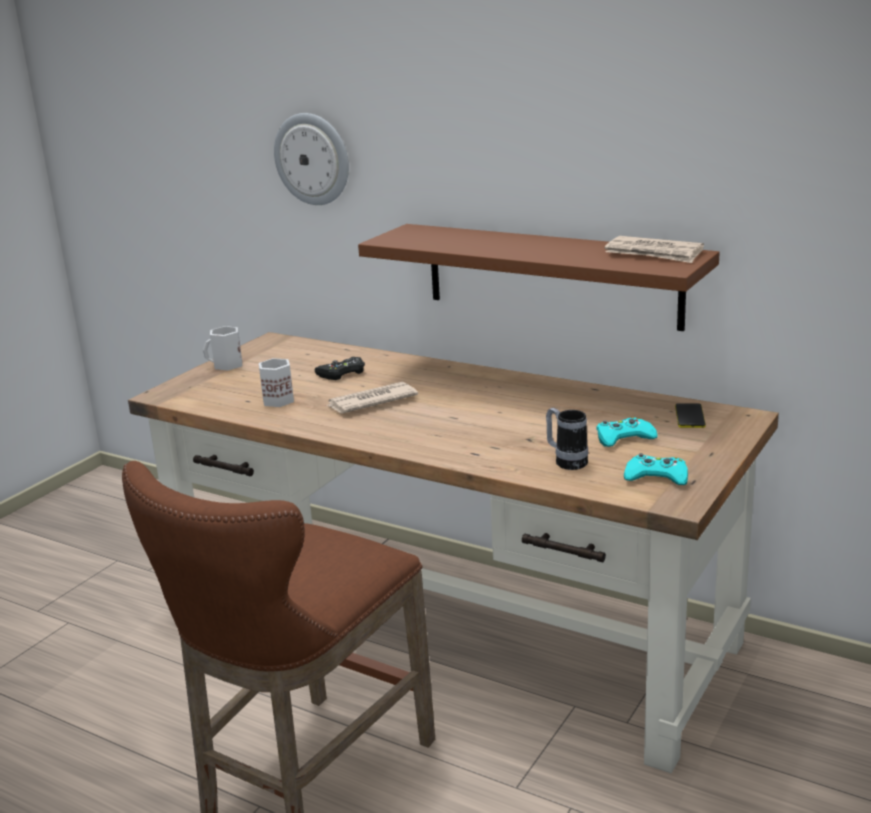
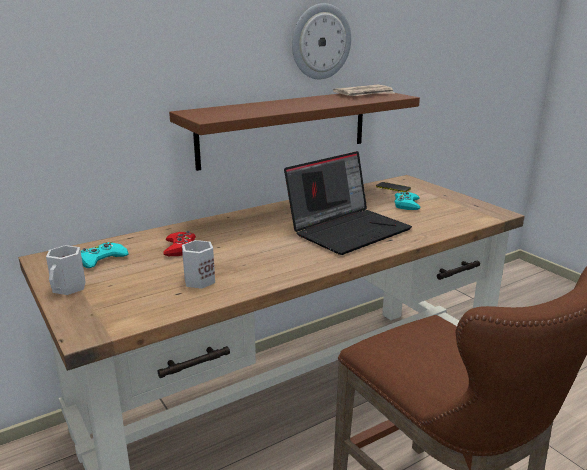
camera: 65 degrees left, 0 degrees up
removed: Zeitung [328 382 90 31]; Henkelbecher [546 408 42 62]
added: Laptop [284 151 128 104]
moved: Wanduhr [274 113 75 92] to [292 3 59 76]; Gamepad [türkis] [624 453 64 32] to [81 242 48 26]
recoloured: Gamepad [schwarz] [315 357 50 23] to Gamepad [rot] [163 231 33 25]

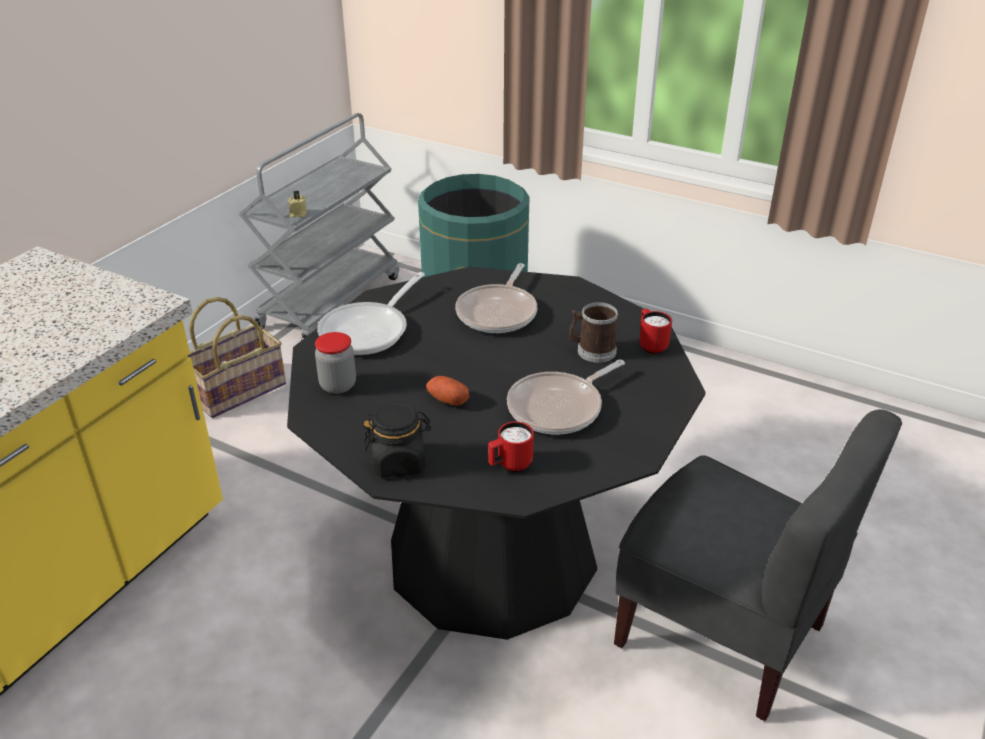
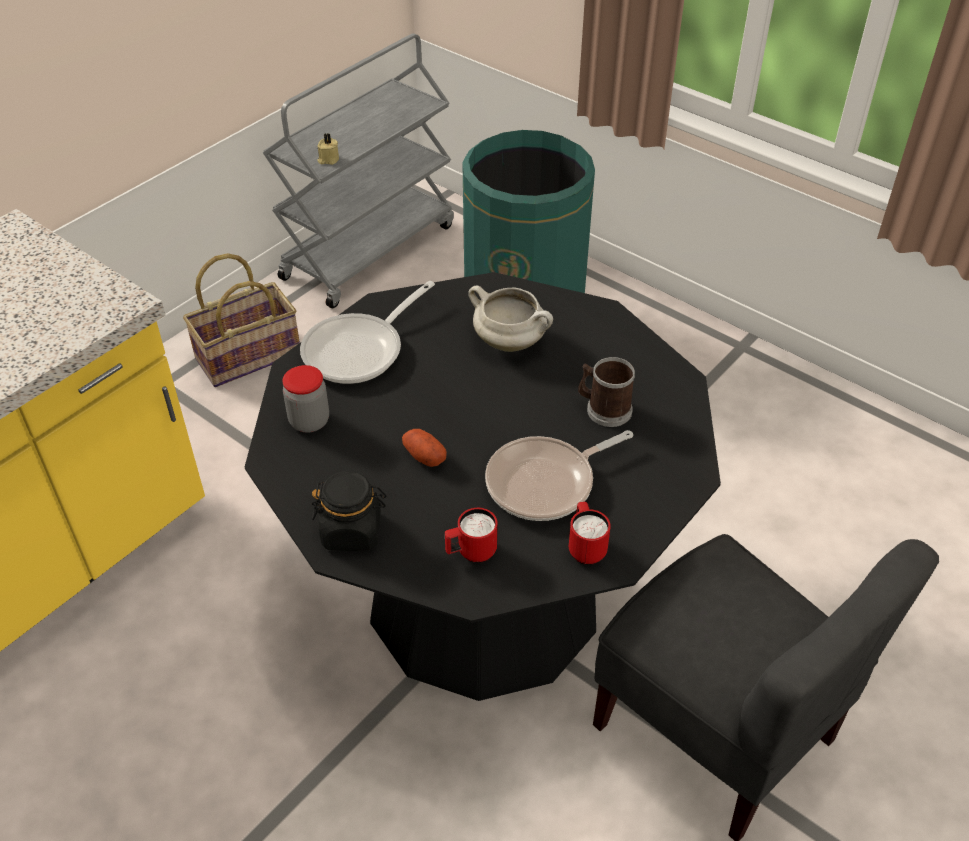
camera: 10 degrees right, 10 degrees up
moved: Henkelbecher [rot] [639 309 33 45] to [569 502 42 63]
replaced: Pfanne [455 263 82 70] to Kochtopf [weiß] [468 285 85 67]

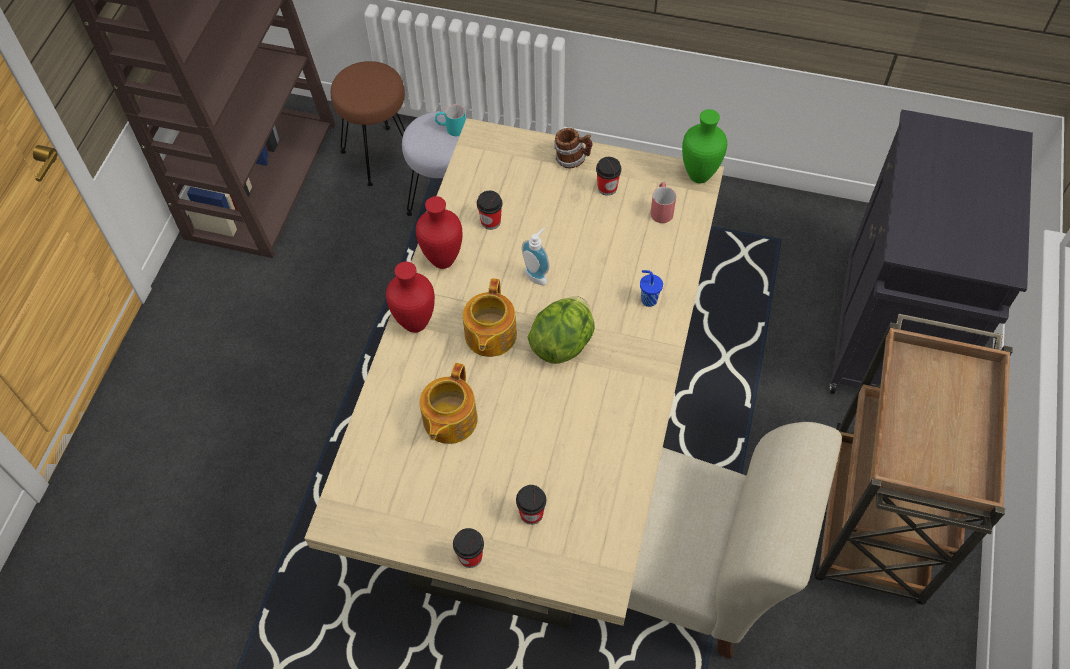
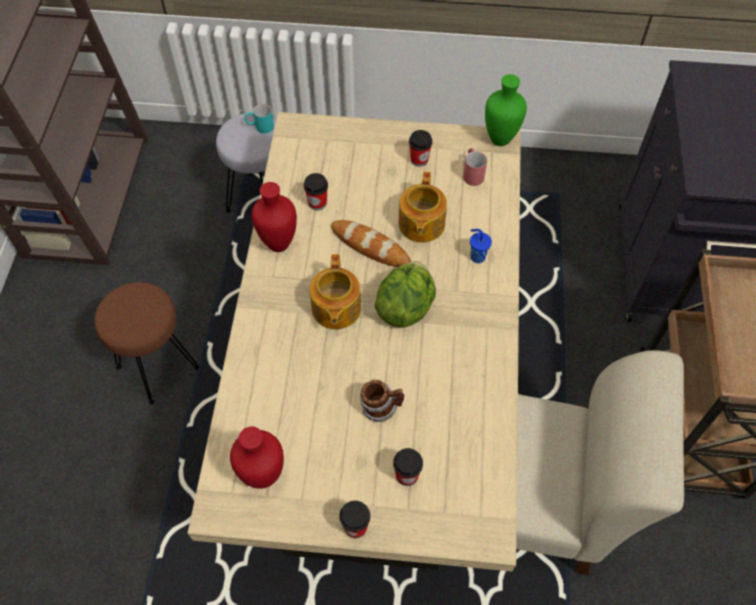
camera: 10 degrees left, 0 degrees up
moved: Hocker [braun] [331 61 74 125] to [94 282 105 123]; Vase [rot] [386 262 49 71] to [230 426 54 63]; Teekanne [420 363 58 81] to [399 172 48 71]; Henkelbecher [554 128 38 40] to [360 380 44 42]
replaced: Seifenspender [522 228 28 57] to Brot [331 220 80 47]

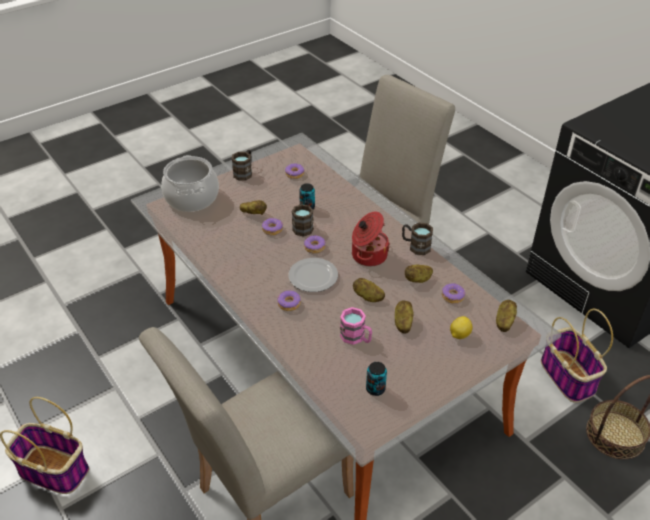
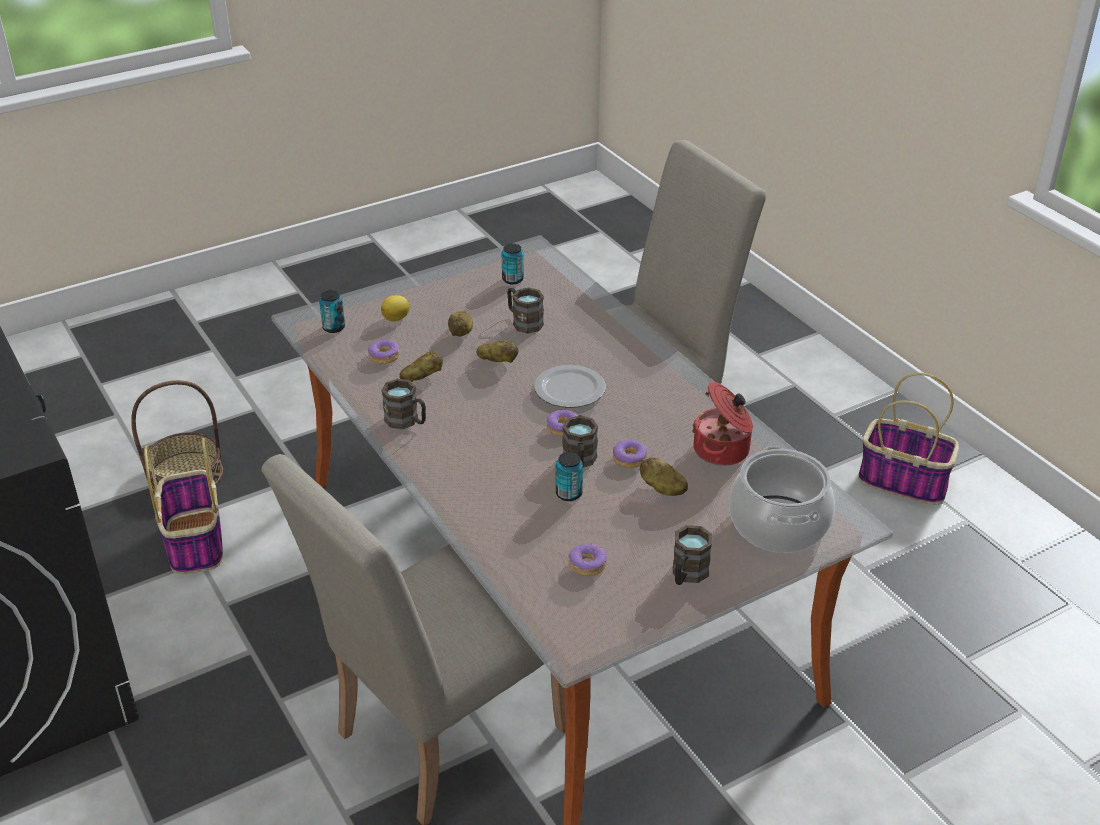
camera: 175 degrees left, 5 degrees down
removed: Donut [277 291 24 20]
moved: Kochtopf [352 212 38 54] to [692 382 61 84]
replaced: Kartoffel [496 300 21 32] to Dose [319 290 26 43]
recoloured: Henkelbecher [rosa] [340 307 32 38] to Henkelbecher [braun] [507 287 37 46]

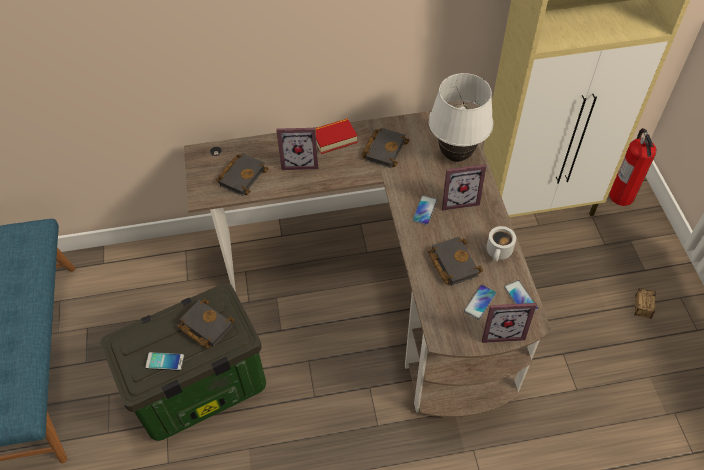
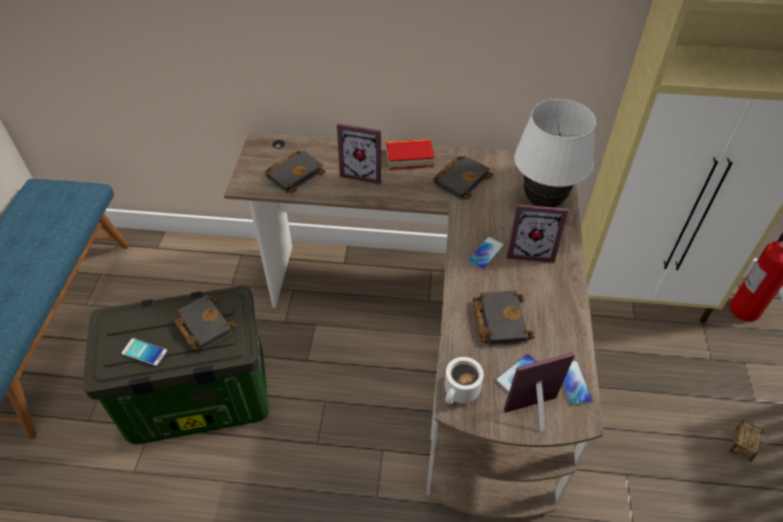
camera: 15 degrees right, 5 degrees down
moved: Henkelbecher [weiß] [487 226 29 36] to [444 357 40 47]
turned: Bilderrahmen [482 303 55 40] = [504 352 71 80] 150 degrees clockwise

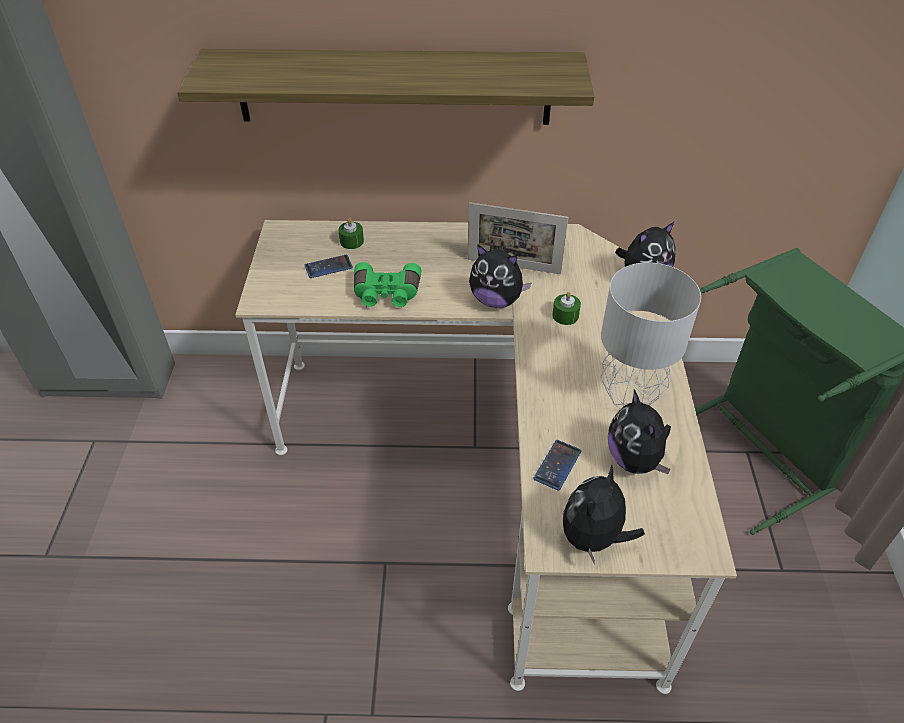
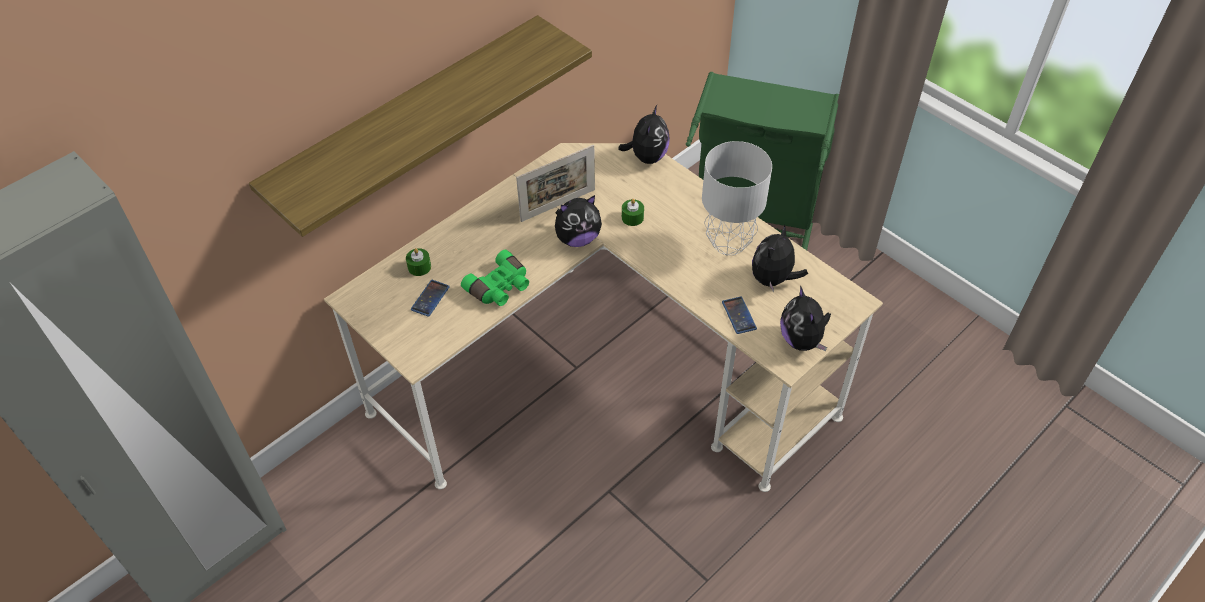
camera: 45 degrees left, 5 degrees up
turned: Plüschtier [608 389 63 85] = [752 225 56 68] 90 degrees clockwise

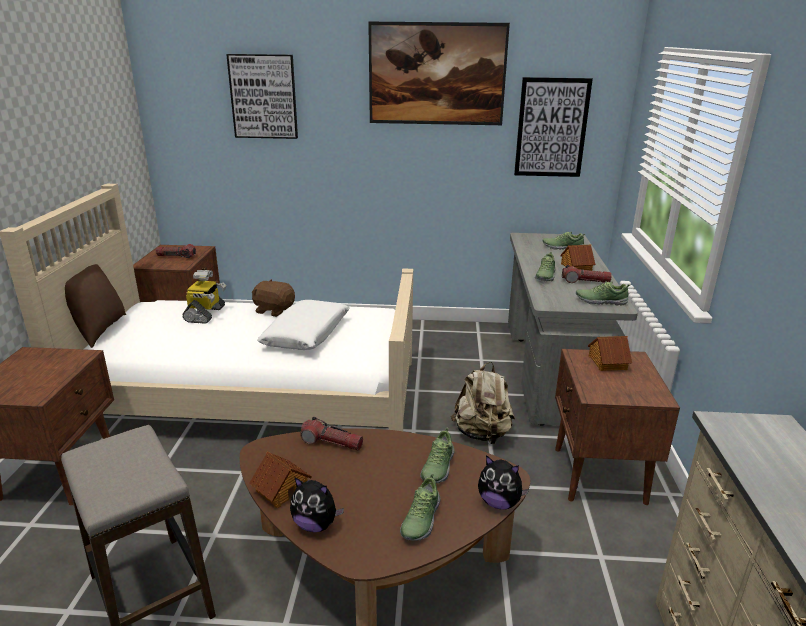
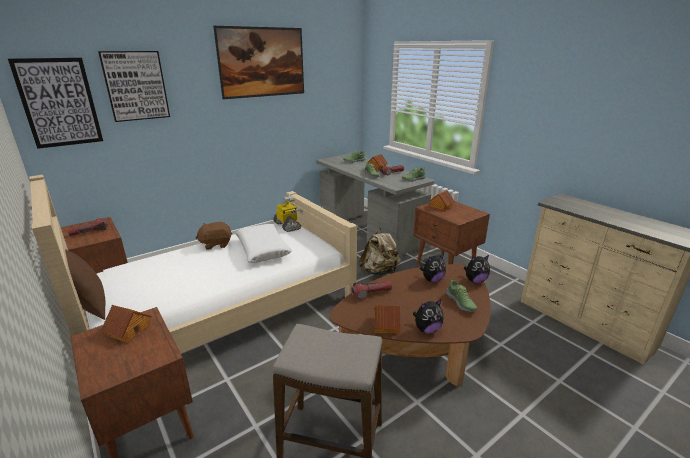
camera: 40 degrees left, 0 degrees up
added: Spielzeughaus [101 305 51 38]
moved: Spielzeugroboter [182 270 44 54] to [273 195 30 37]; Bild [514 77 79 100] to [8 58 95 91]
replaced: Schuh [420 428 35 55] to Plüschtier [420 253 26 29]

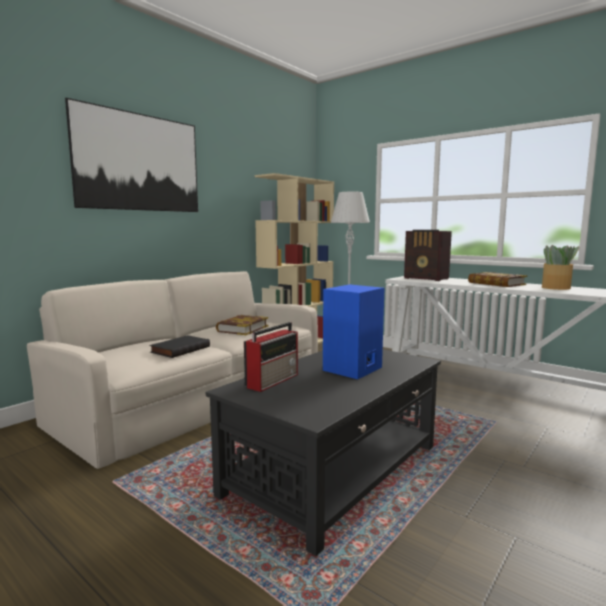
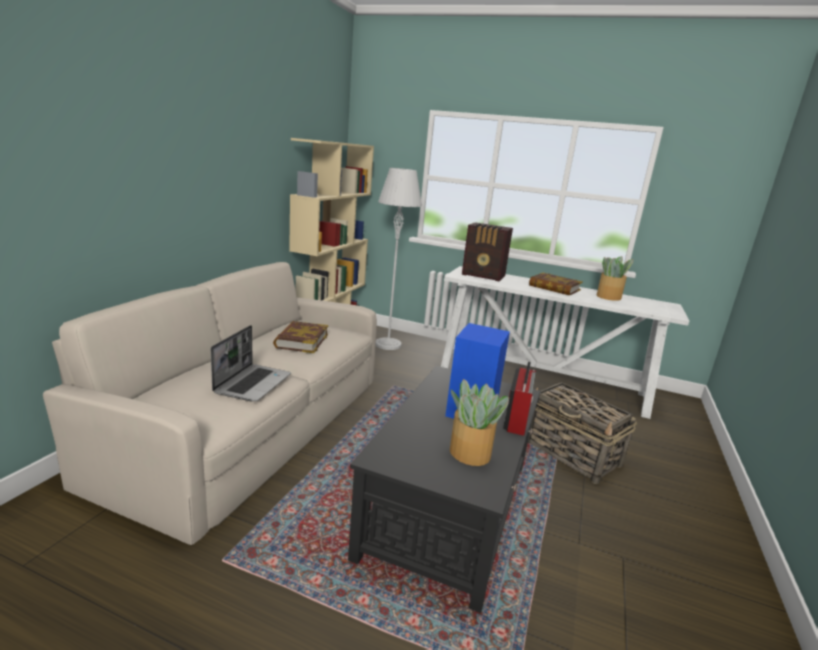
camera: 20 degrees left, 10 degrees up
removed: Bild [65 98 133 114]
added: Topfpflanze [450 379 59 87]; Korb [528 382 109 102]
moved: Radio [244 322 54 70] to [503 362 33 74]
replaced: Buch [schwarz] [149 335 61 23] to Laptop [210 325 81 77]

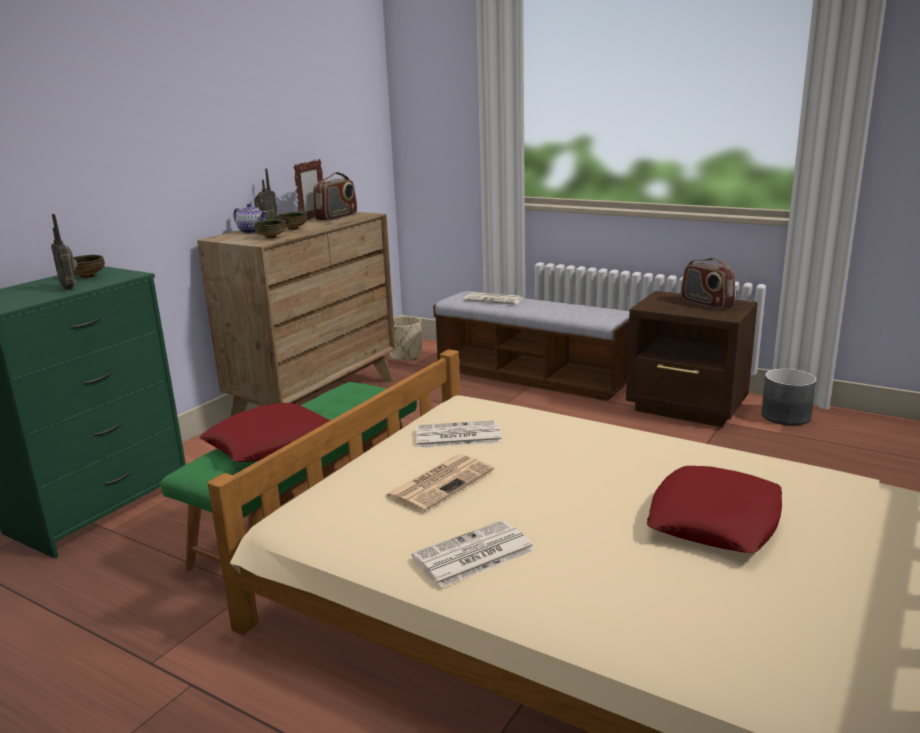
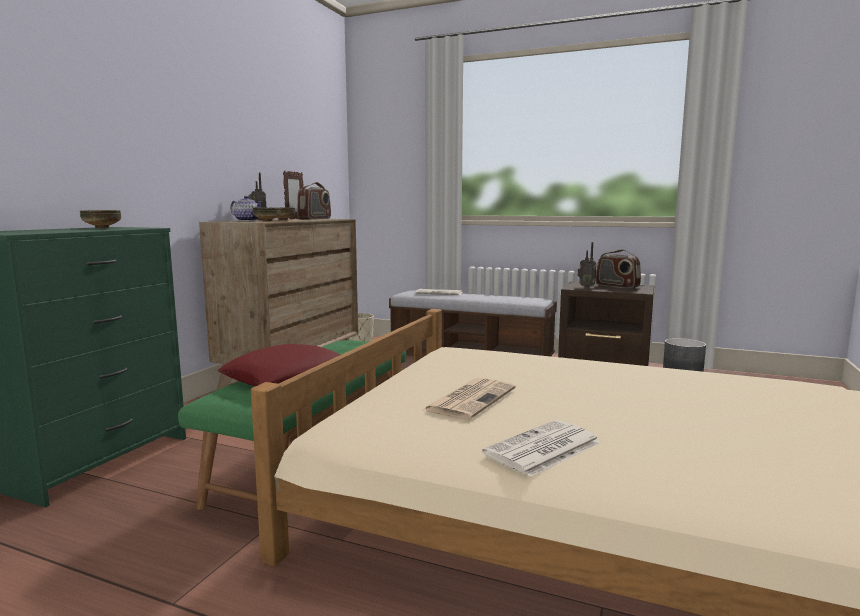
camera: 10 degrees left, 10 degrees down
removed: Zeitung [416 420 86 28]; Kissen [rot] [647 466 135 87]
moved: Radio [51 214 27 76] to [577 242 20 46]

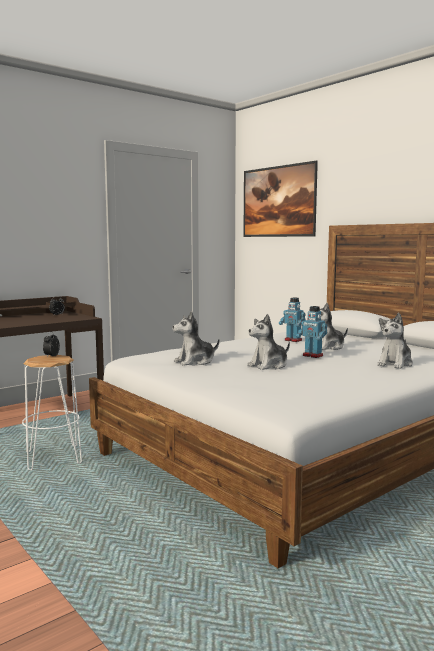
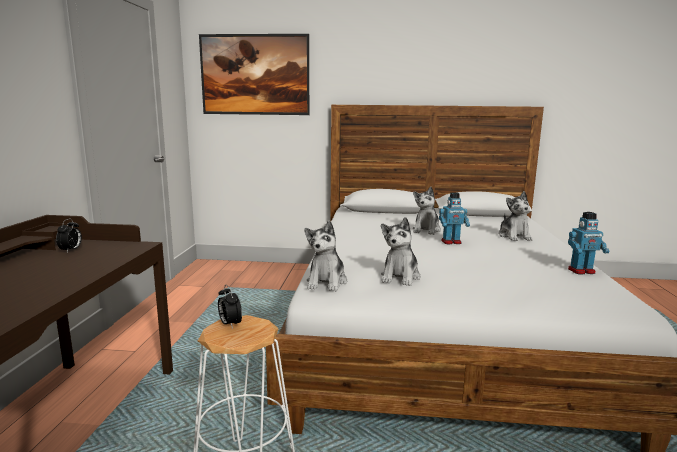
camera: 45 degrees left, 5 degrees up
moved: Plüschtier [247 314 43 56] to [304 221 43 70]; Spielzeugroboter [279 297 27 45] to [568 212 41 62]

